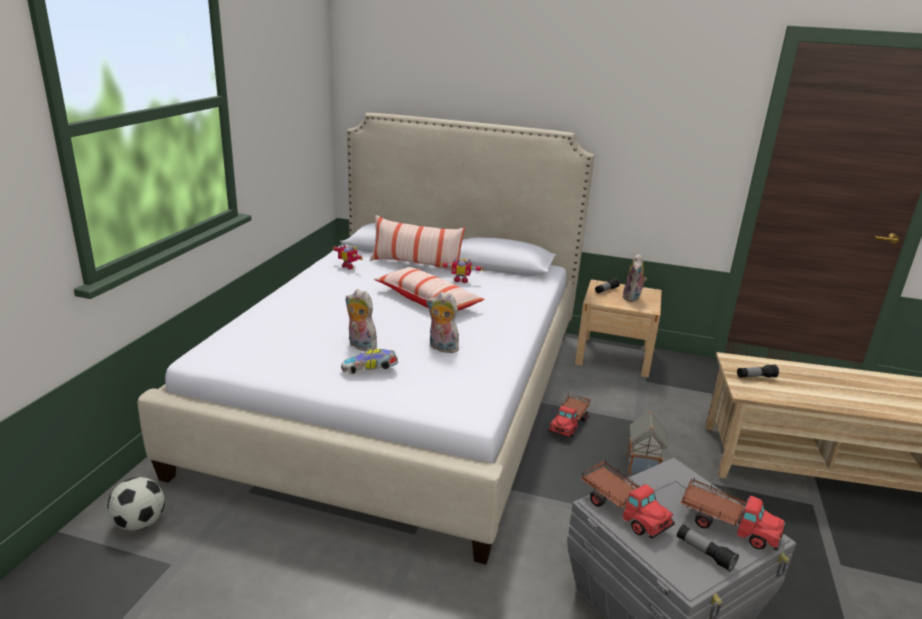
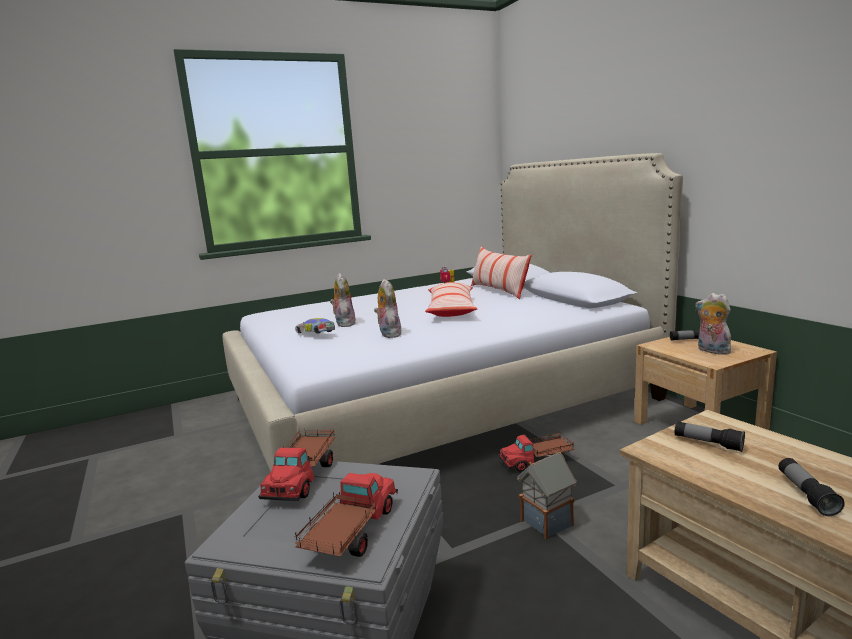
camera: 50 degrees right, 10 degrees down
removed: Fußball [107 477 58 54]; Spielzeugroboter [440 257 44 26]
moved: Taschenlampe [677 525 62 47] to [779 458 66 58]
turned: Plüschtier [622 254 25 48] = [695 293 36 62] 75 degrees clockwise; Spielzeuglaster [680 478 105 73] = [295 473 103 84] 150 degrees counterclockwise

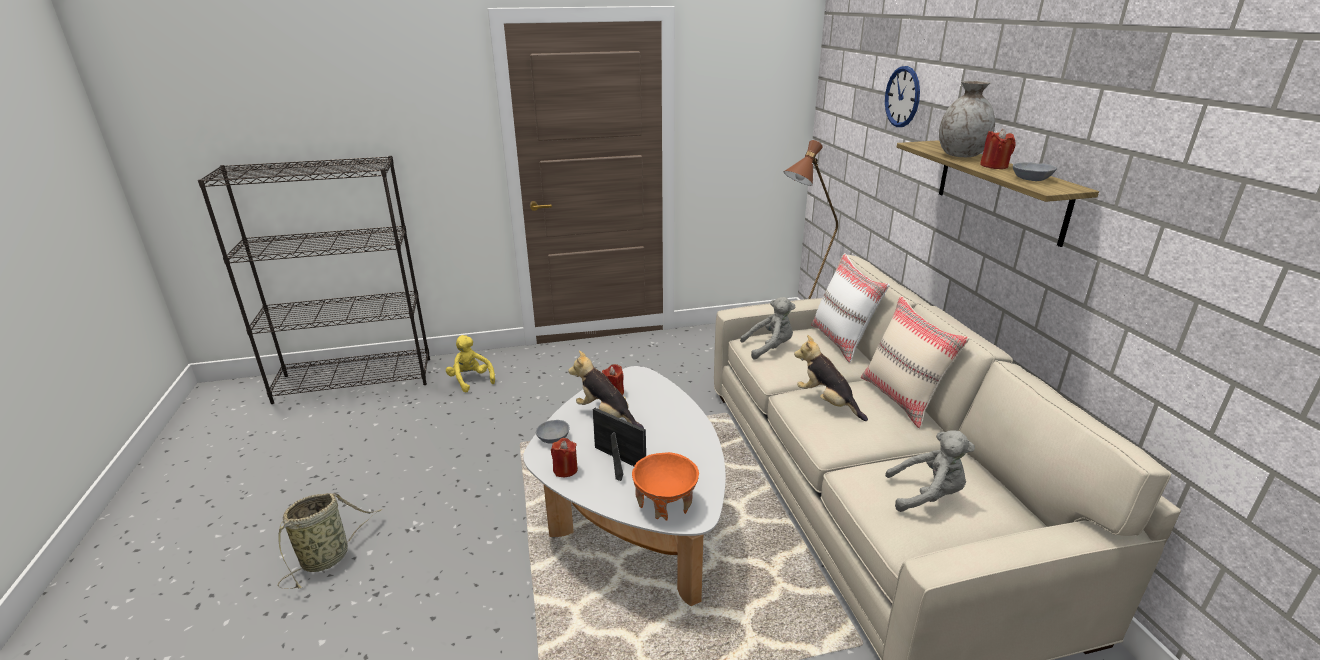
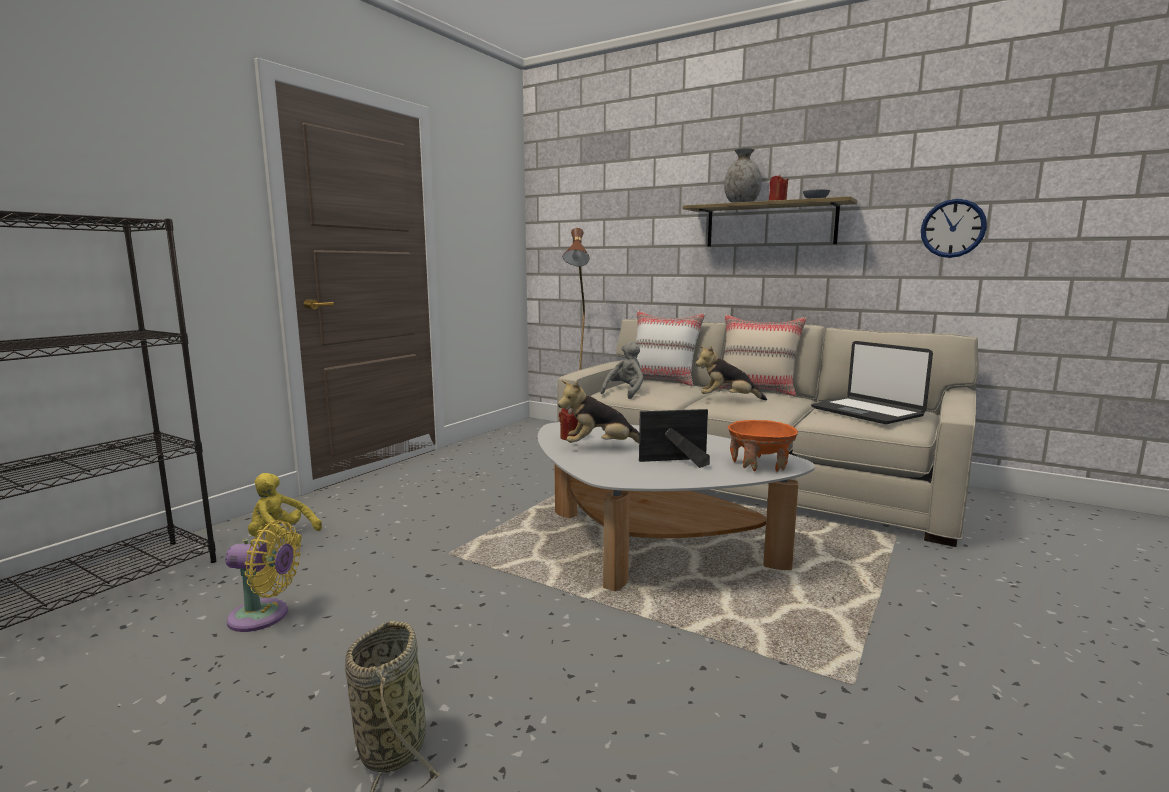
camera: 45 degrees left, 15 degrees down
removed: Schüssel [grau] [536 420 34 24]; Kerze [rot] [551 438 27 39]
added: Ventilator [gelb] [225 520 76 112]
moved: Wanduhr [885 66 35 61] to [921 199 66 59]
replaced: Plüschtier [grau] [885 430 90 82] to Laptop [811 341 122 83]

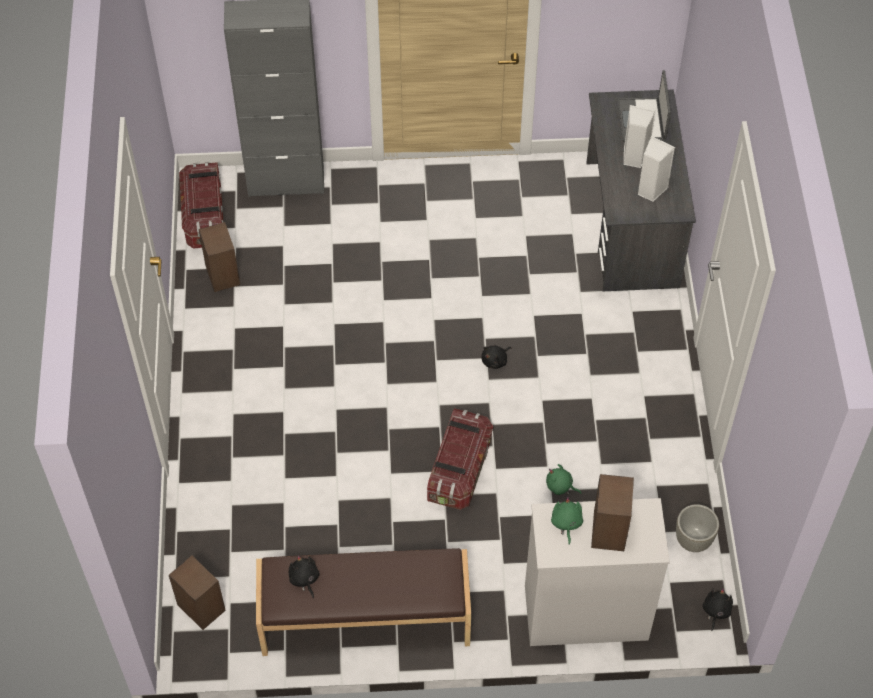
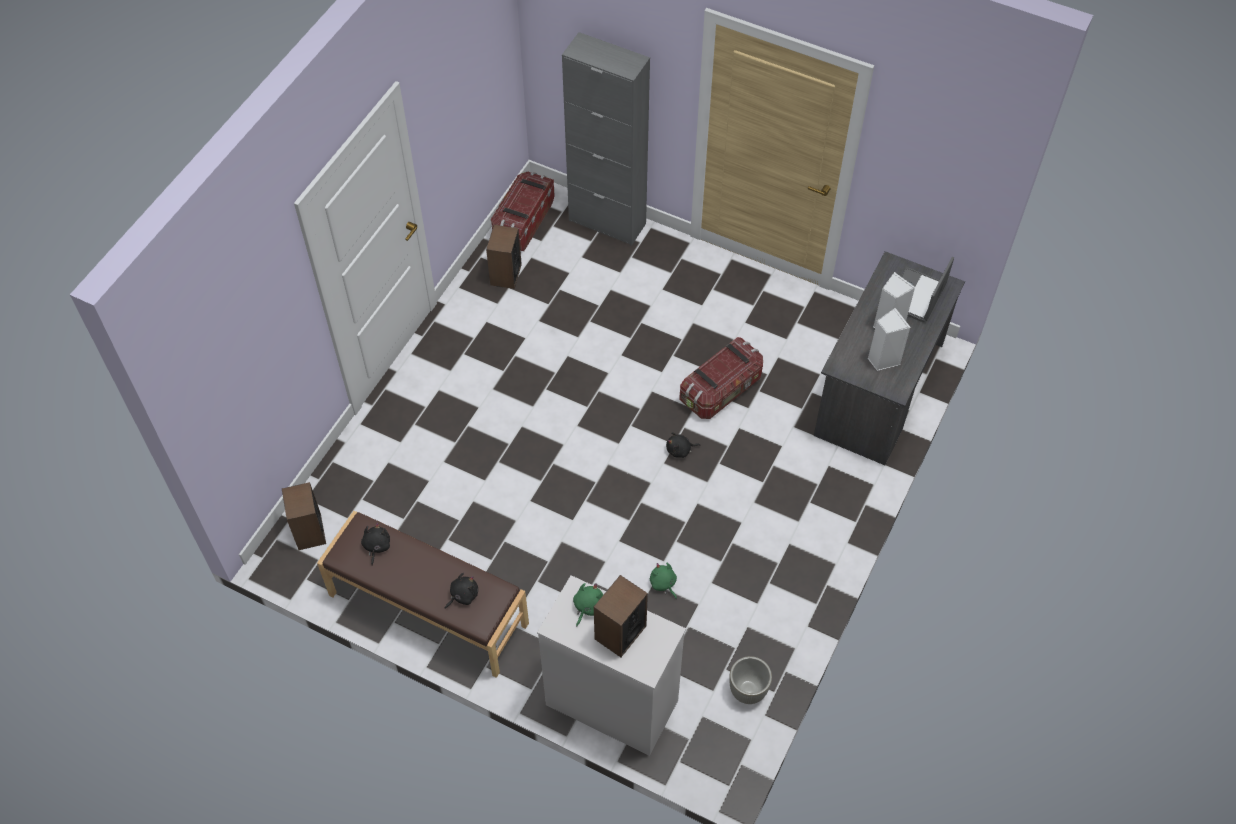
camera: 30 degrees right, 0 degrees up
moved: Aufbewahrungsbox [427 409 66 101] to [679 337 84 82]; Plüschtier [schwarz] [703 588 30 43] to [445 573 33 36]

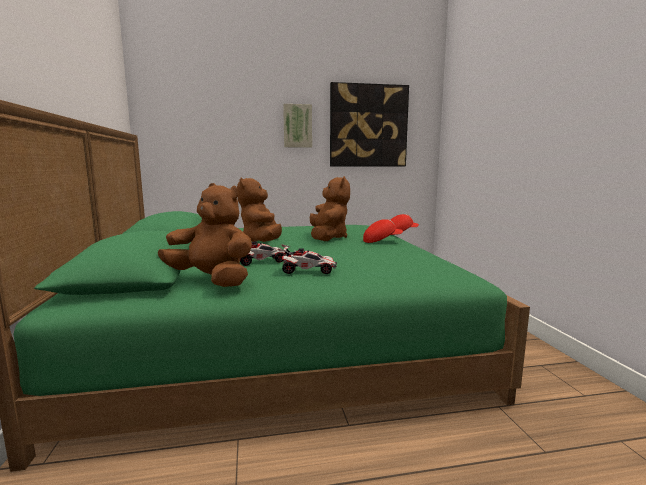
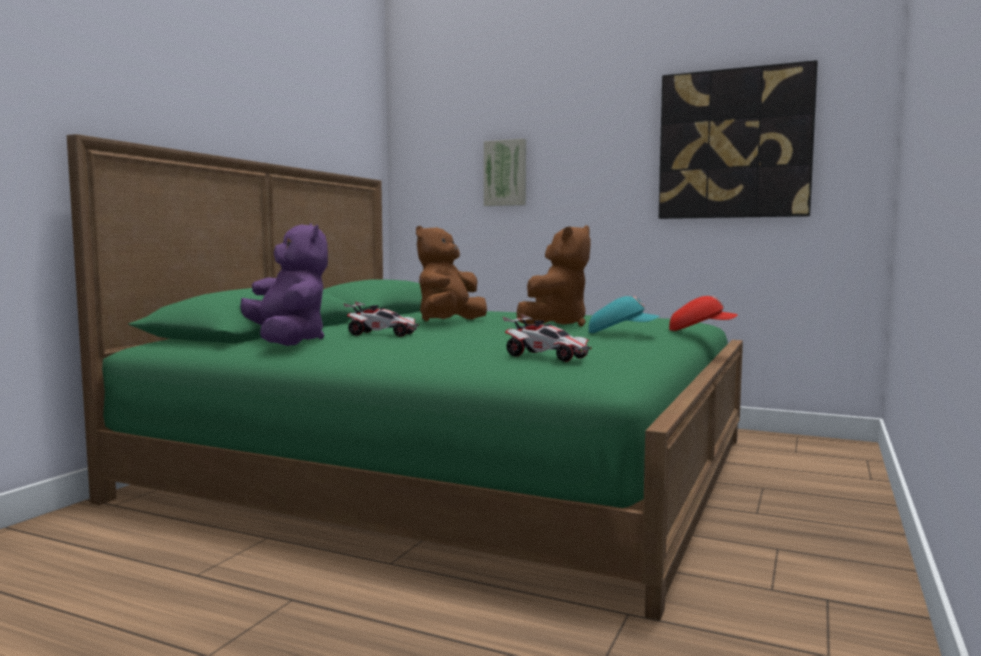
camera: 35 degrees right, 5 degrees down
moved: Spielzeugauto [278 244 59 30] to [503 314 89 48]; Bild [283 104 29 44] to [484 139 42 67]
recoloured: Plüschtier [braun] [158 183 94 104] to Plüschtier [lila] [240 223 88 123]; Kappe [rot] [363 219 40 24] to Kappe [türkis] [588 296 72 37]

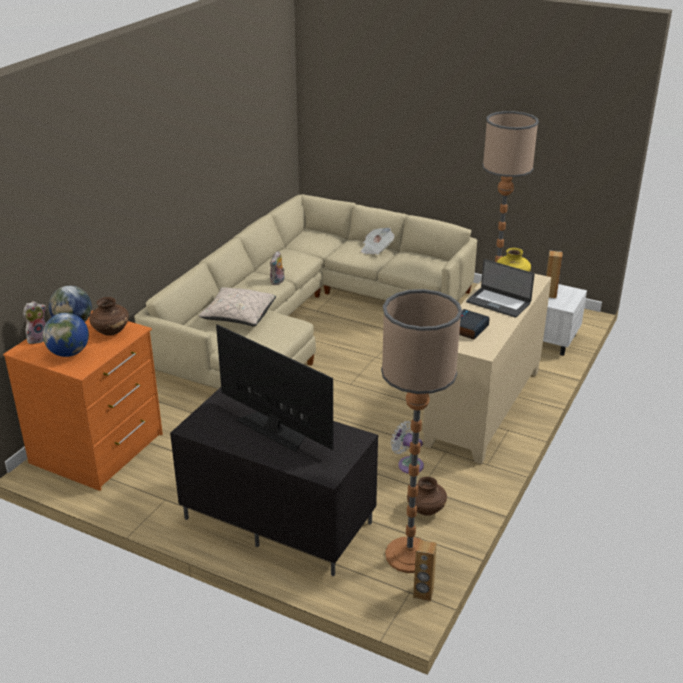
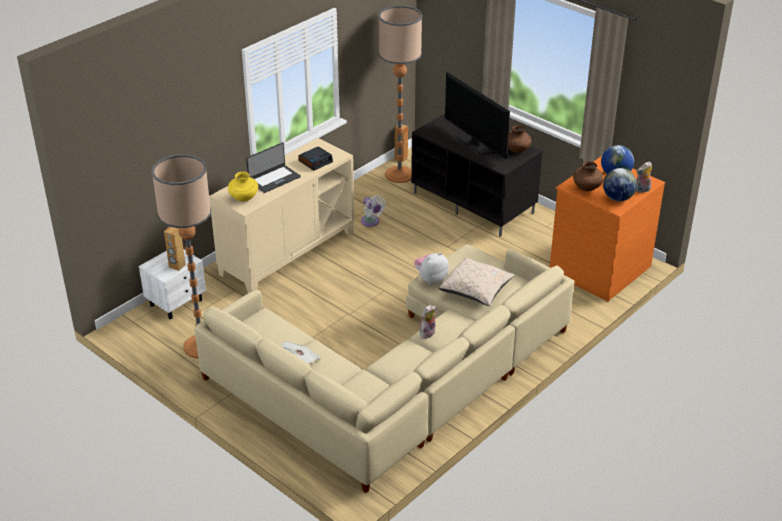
camera: 165 degrees left, 5 degrees up
added: Plüschtier [414 252 35 33]
moved: Vase [braun] [407 477 40 39] to [507 125 24 28]
turned: Laptop [466 259 69 59] = [246 142 55 51] 90 degrees clockwise

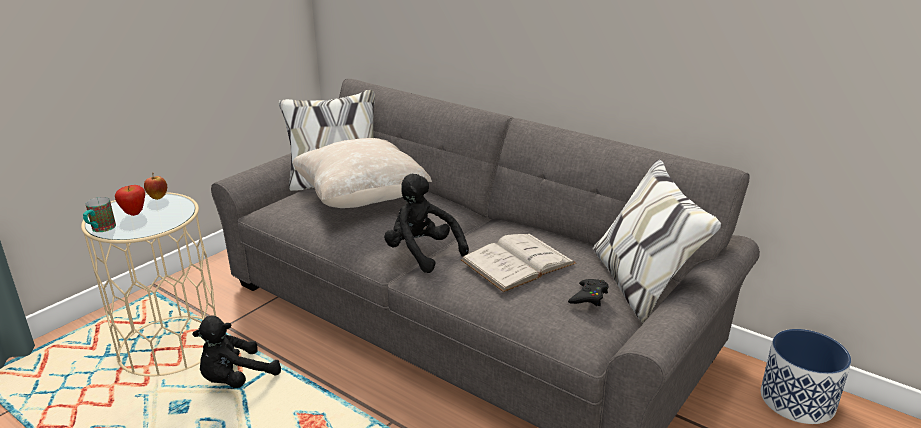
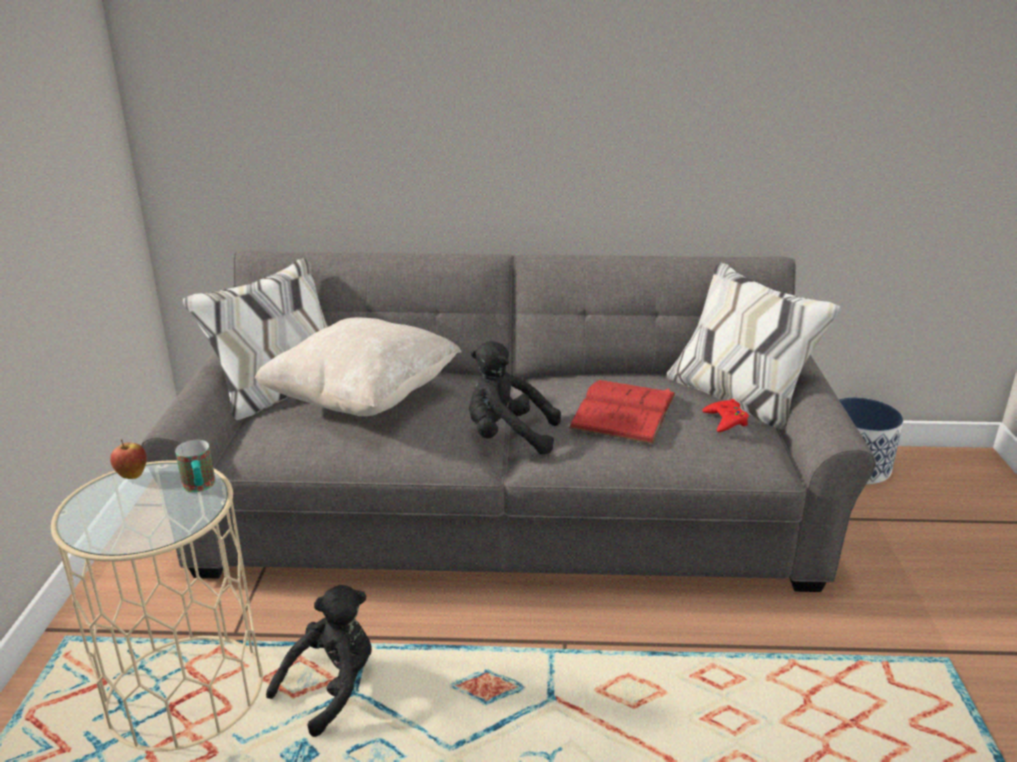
camera: 35 degrees left, 0 degrees up
removed: Apfel [115 185 30 31]
moved: Henkelbecher [83 197 33 35] to [175 440 40 52]
recoloured: Buch [weiß] [461 234 115 58] to Buch [rot] [569 380 107 64]; Gamepad [schwarz] [568 279 41 27] to Gamepad [rot] [702 399 47 33]
turned: Plüschtier [schwarz] [192 316 89 72] = [266 585 106 152] 150 degrees counterclockwise

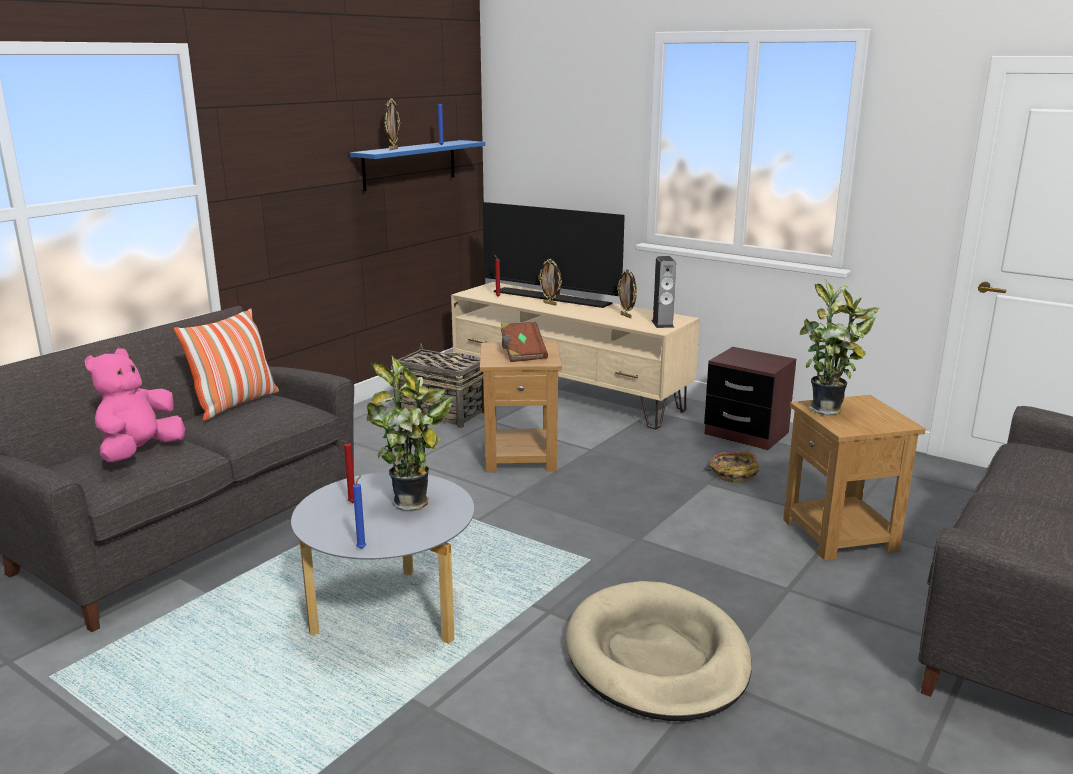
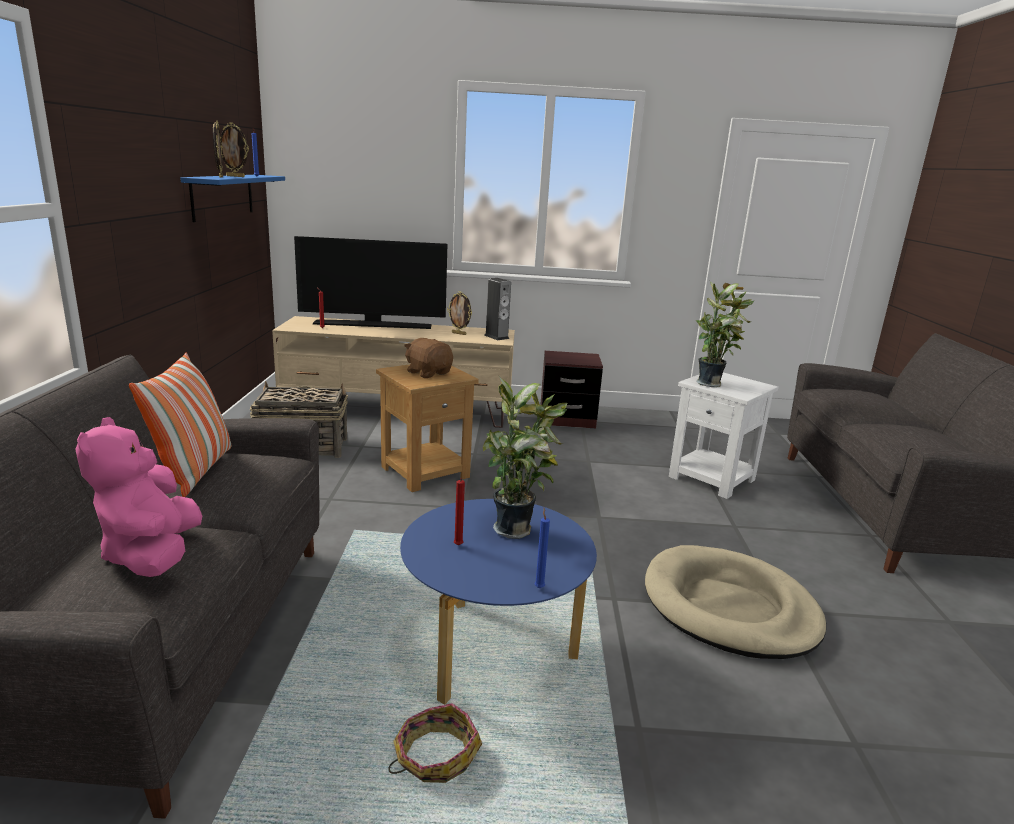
camera: 35 degrees left, 0 degrees up
moved: Bilderrahmen [538 259 24 47] to [221 122 28 55]; Korb [704 451 56 31] to [388 703 94 80]
replaced: Buch [braun] [501 322 47 40] to Plüschtier [braun] [404 338 49 40]
recoloured: Couchtisch [grau] [291 472 183 172] to Couchtisch [blau] [400 499 197 205]; Beistelltisch [braun] [783 395 143 165] to Beistelltisch [weiß] [669 372 110 127]

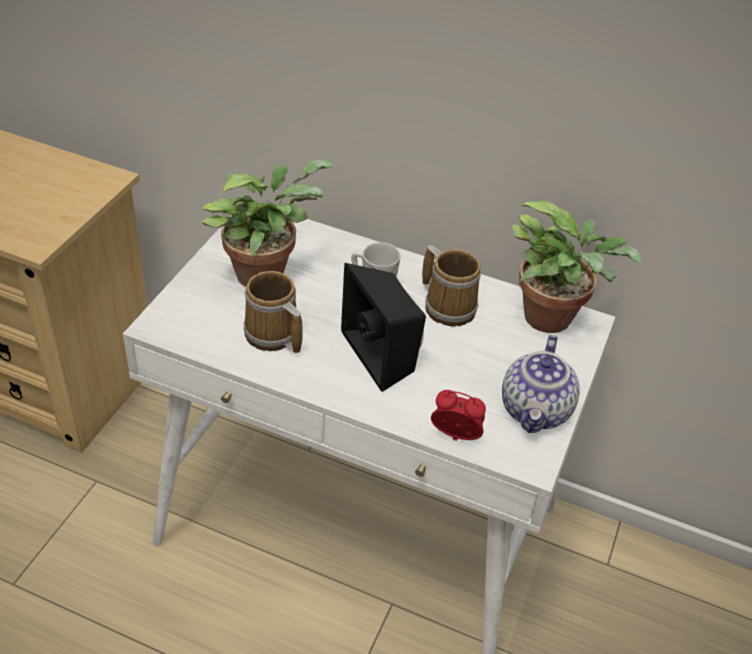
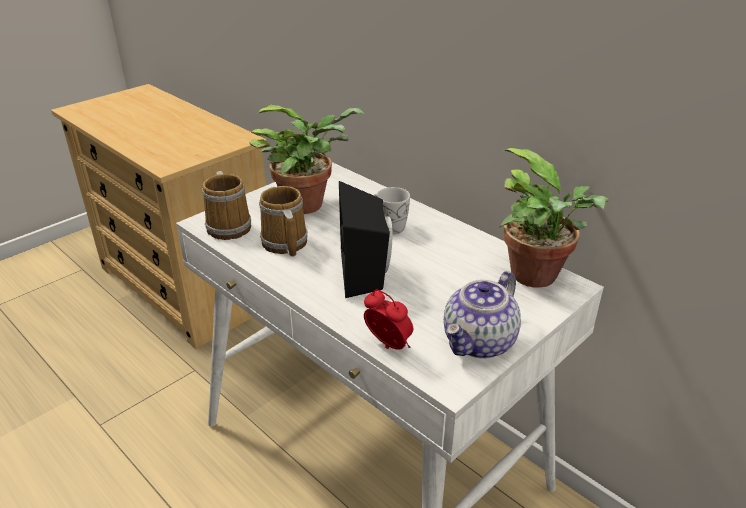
camera: 25 degrees right, 10 degrees down
moved: Henkelbecher [422 245 59 82] to [202 171 49 69]

